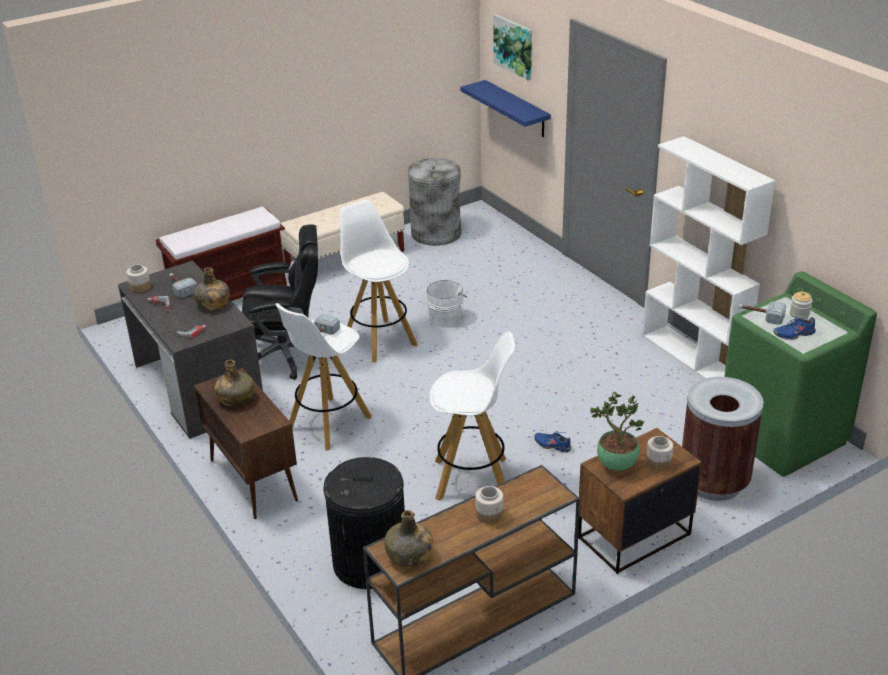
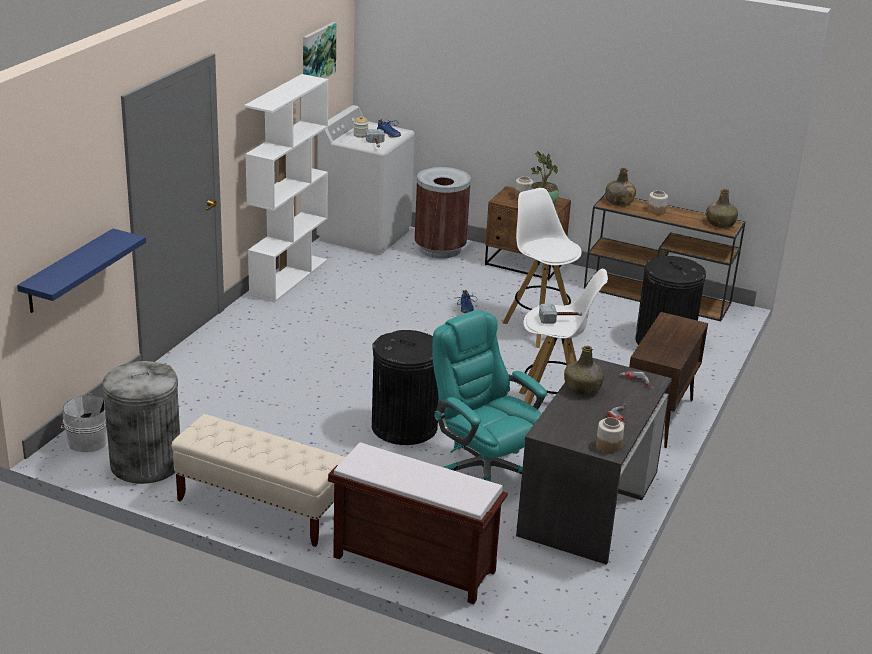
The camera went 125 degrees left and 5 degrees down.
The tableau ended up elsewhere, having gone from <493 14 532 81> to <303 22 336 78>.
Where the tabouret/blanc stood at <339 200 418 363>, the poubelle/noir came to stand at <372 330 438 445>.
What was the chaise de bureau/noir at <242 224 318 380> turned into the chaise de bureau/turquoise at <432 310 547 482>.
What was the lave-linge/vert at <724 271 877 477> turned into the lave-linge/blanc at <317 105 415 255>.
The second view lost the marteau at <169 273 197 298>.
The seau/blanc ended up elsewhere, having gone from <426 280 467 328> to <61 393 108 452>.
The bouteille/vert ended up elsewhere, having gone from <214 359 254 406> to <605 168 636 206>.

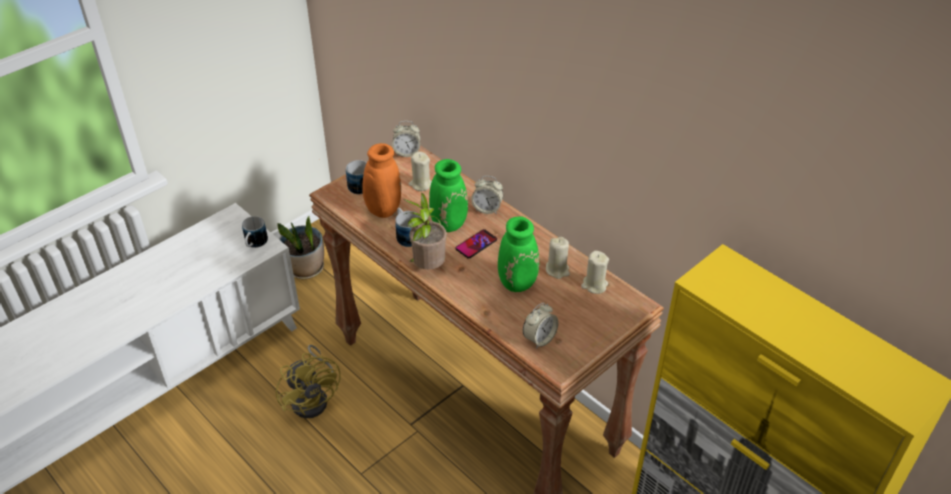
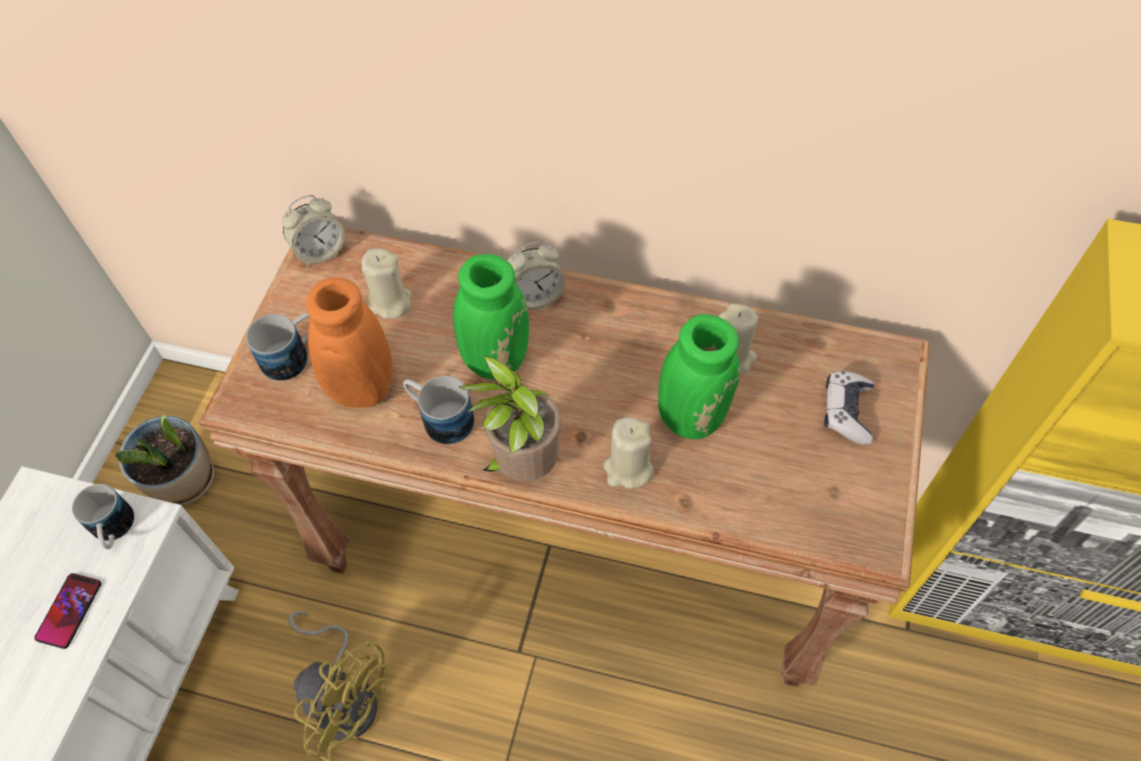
The camera went 30 degrees left and 15 degrees up.
The téléphone ended up elsewhere, having gone from <455 229 497 259> to <34 573 101 649>.
The bougie/beige ended up elsewhere, having gone from <581 251 609 294> to <603 417 654 489>.
The second view lost the réveil at <523 302 558 349>.
The second view gained the manette at <824 371 874 445>.

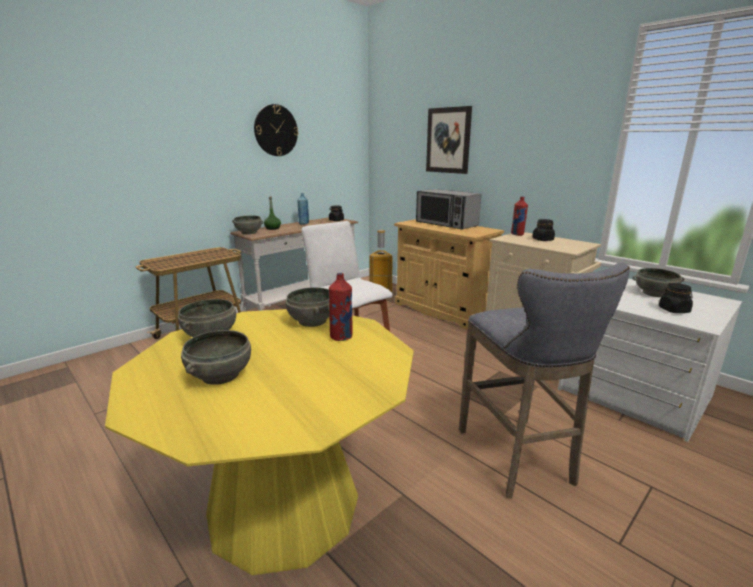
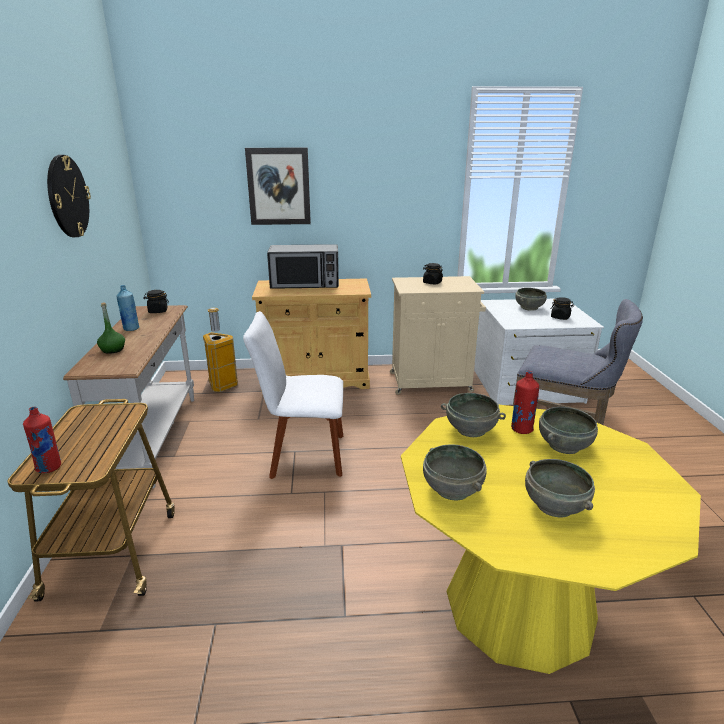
The camera went 50 degrees left and 5 degrees up.
The bouteille/rouge ended up elsewhere, having gone from <511 197 528 236> to <23 407 61 473>.
The bol/gris ended up elsewhere, having gone from <232 216 263 234> to <539 407 598 454>.

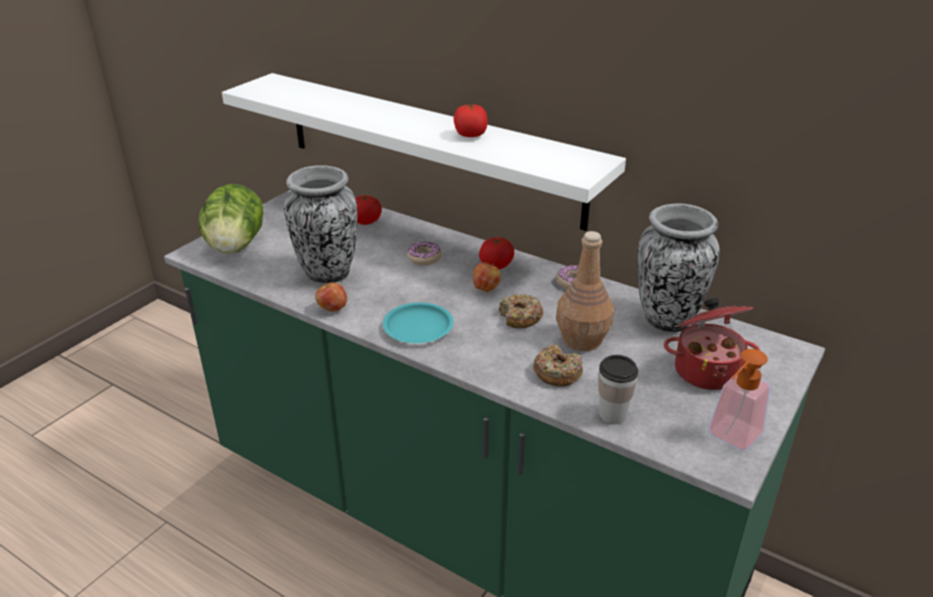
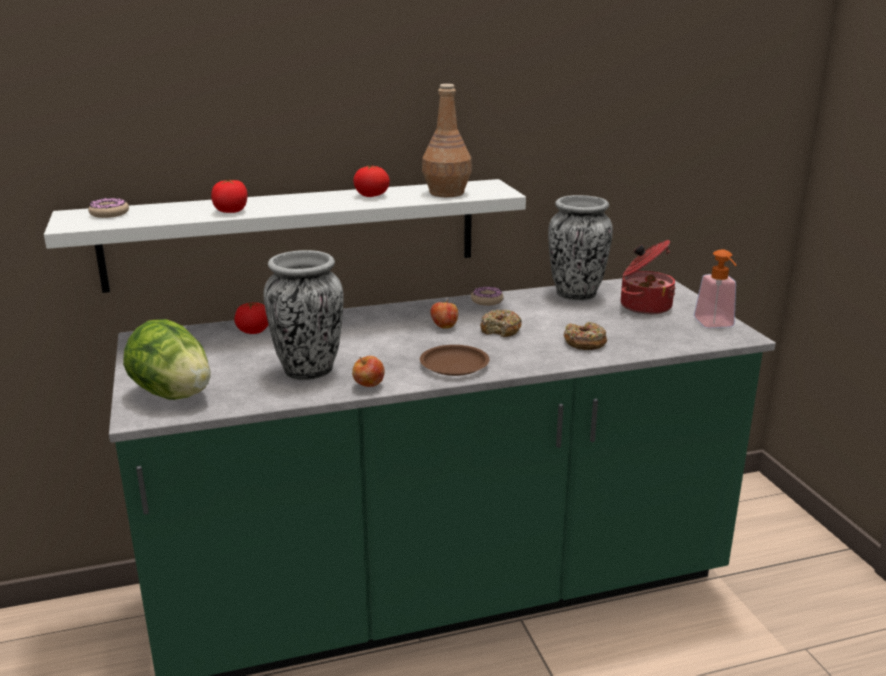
The camera went 50 degrees left and 10 degrees down.
The bouteille/marron ended up elsewhere, having gone from <556 231 614 351> to <422 84 472 197>.
The tomate ended up elsewhere, having gone from <479 237 514 269> to <211 179 248 213>.
The beignet ended up elsewhere, having gone from <407 242 442 265> to <88 198 129 218>.
What was the assiette/turquoise at <383 302 453 343> turned into the assiette/marron at <420 345 490 376>.
The second view lost the tasse at <598 355 638 424>.

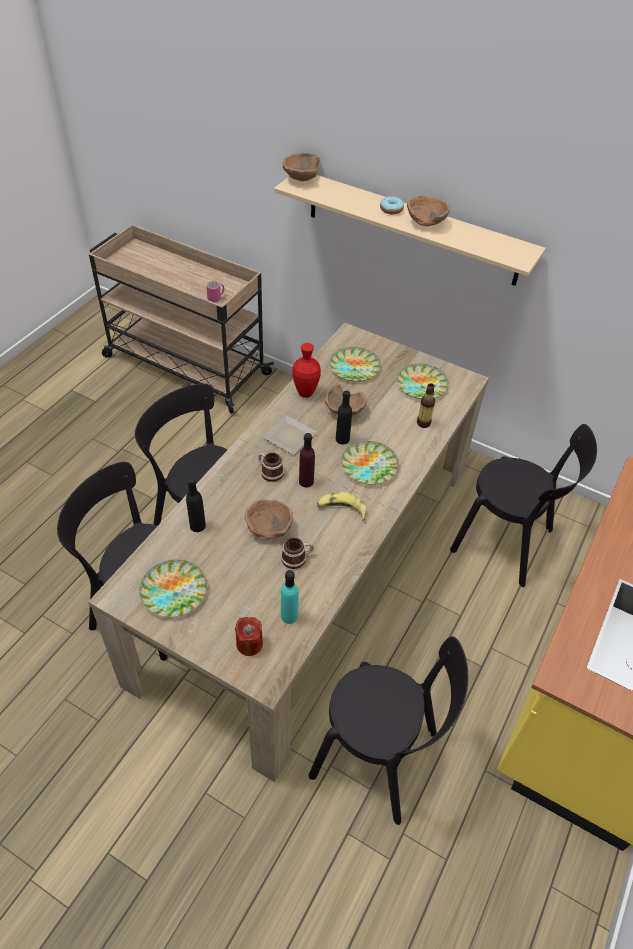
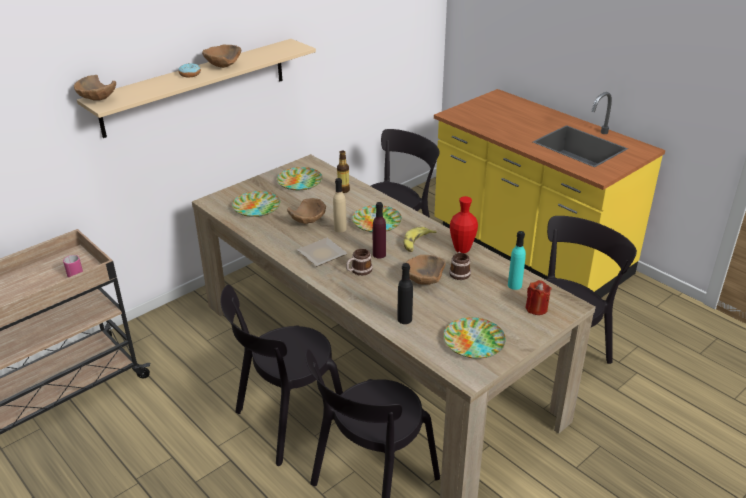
The camera went 70 degrees left and 15 degrees down.
The vase/rouge ended up elsewhere, having gone from <293 343 321 398> to <450 196 478 253>.
What was the bouteille/noir at <336 391 352 445> turned into the bouteille/beige at <333 178 347 232>.

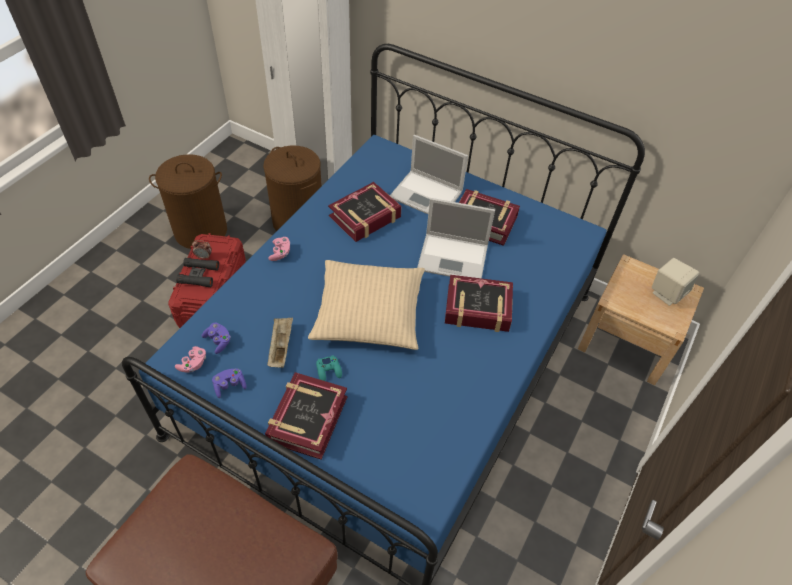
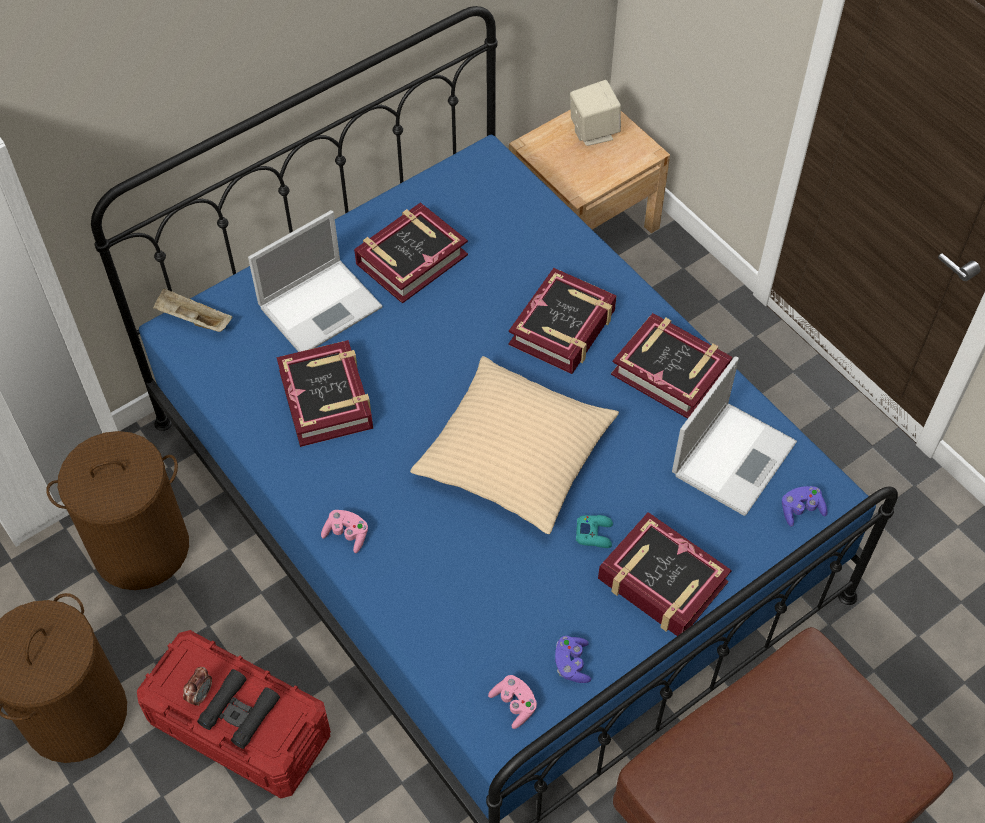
The camera went 65 degrees left and 5 degrees up.
The ordinateur portable ended up elsewhere, having gone from <417 198 495 279> to <672 356 797 516>.
The plateau/beige ended up elsewhere, having gone from <267 317 293 368> to <153 288 233 332>.
The manette/violet ended up elsewhere, having gone from <202 322 231 354> to <782 486 828 527>.
The second view gained the livre at <611 313 732 419>.

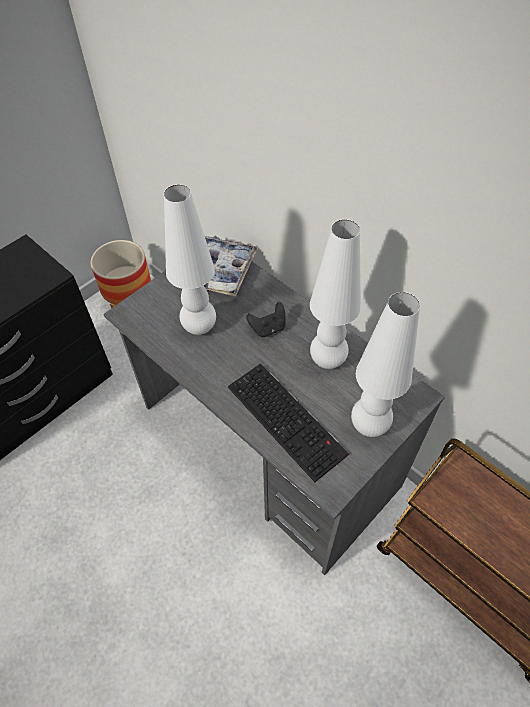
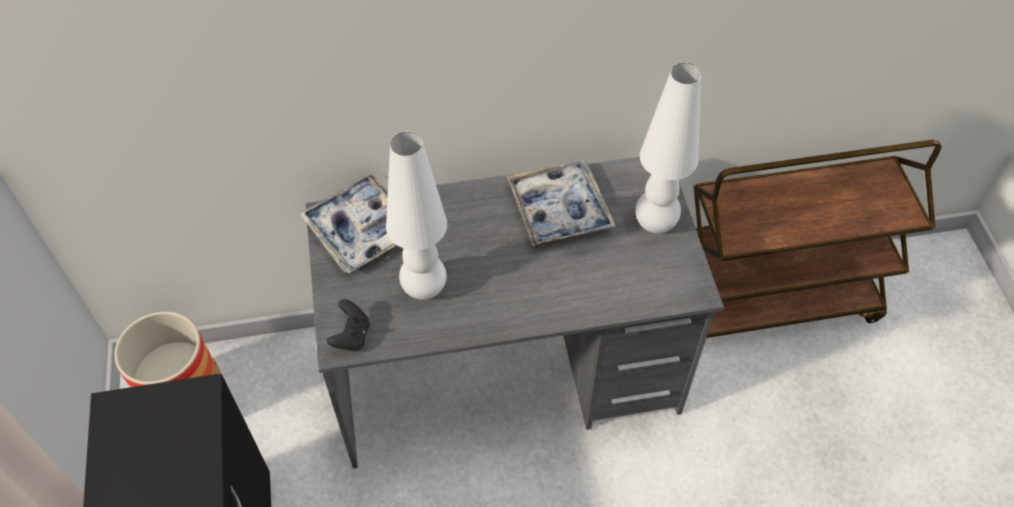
The camera went 55 degrees left and 0 degrees up.
Where the lampe de table/blanc stood at <310 219 361 369>, the plateau came to stand at <507 160 616 246>.
The manette/noir ended up elsewhere, having gone from <246 302 286 337> to <327 299 370 351>.
The second view lost the clavier at <228 364 349 482>.

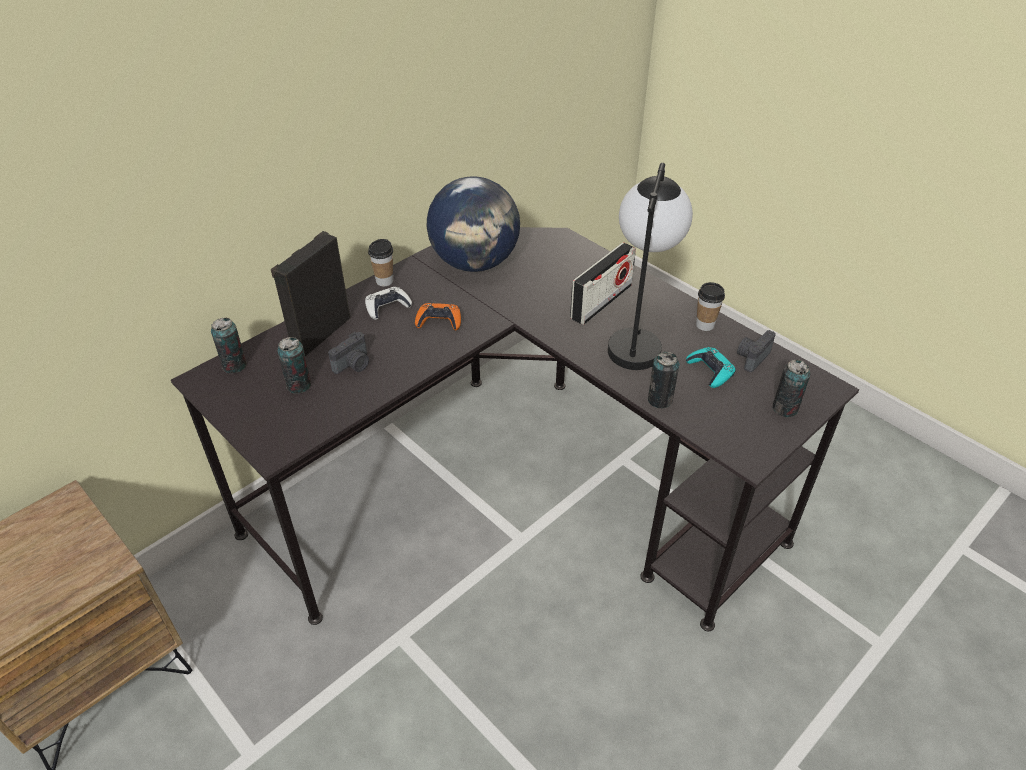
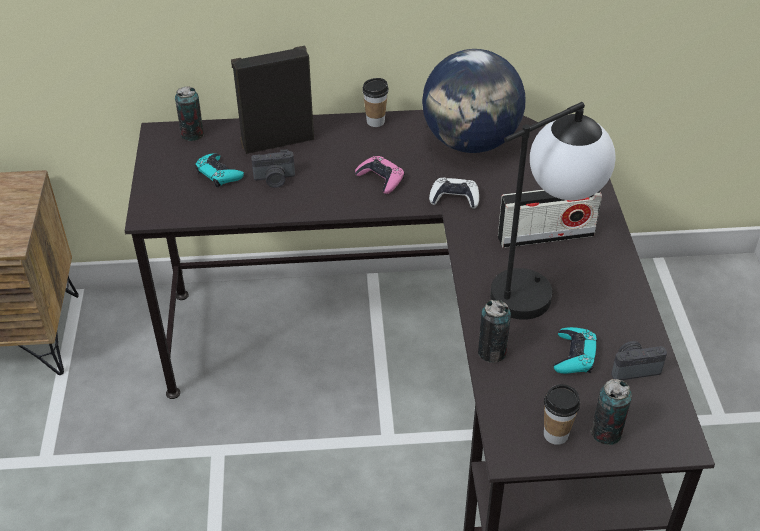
The camera went 40 degrees right and 0 degrees up.
The tasse ended up elsewhere, having gone from <696 282 725 331> to <544 384 580 445>.
The manette/blanc ended up elsewhere, having gone from <365 287 412 320> to <429 178 479 209>.
What was the manette/orange at <415 303 461 330> turned into the manette/rose at <355 156 404 194>.
Where the boîte métallique stood at <277 337 311 393>, the manette/turquoise came to stand at <195 153 244 188>.

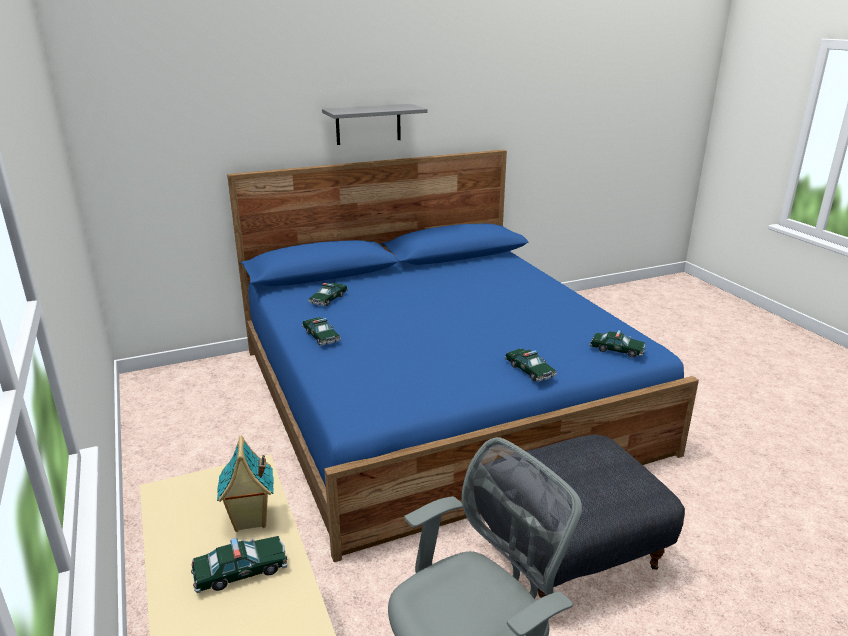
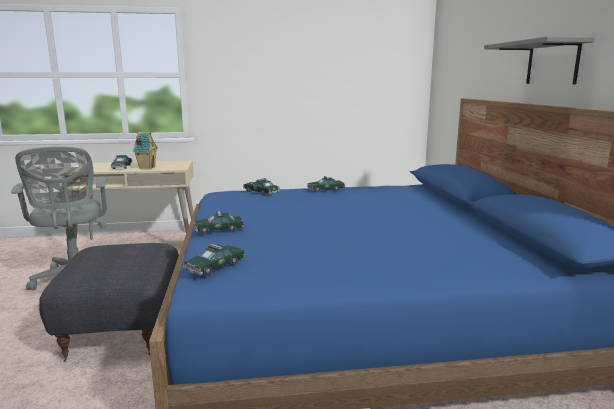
The camera went 105 degrees right and 10 degrees down.
The petite voiture ended up elsewhere, having gone from <309 283 348 306> to <243 178 280 195>.

